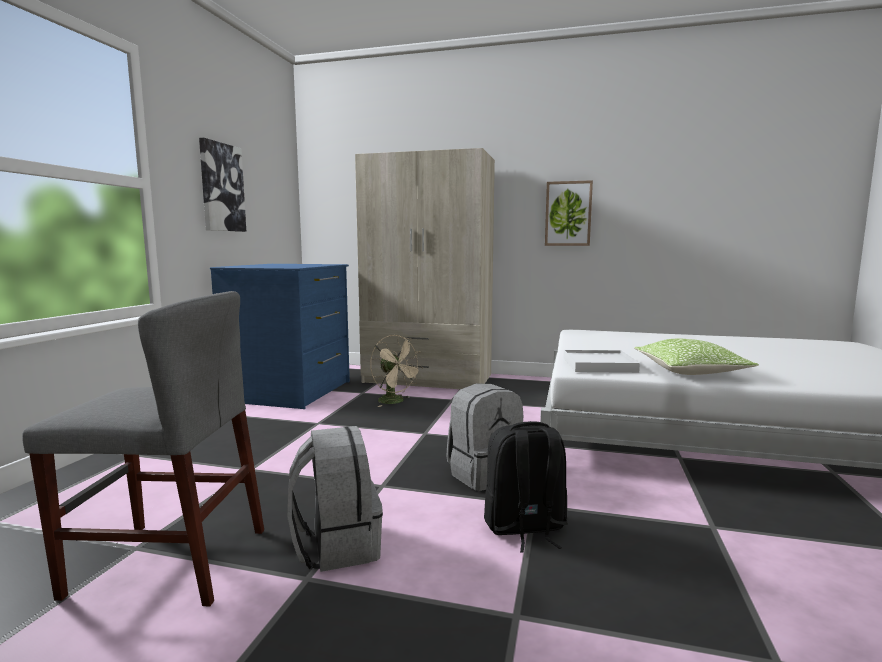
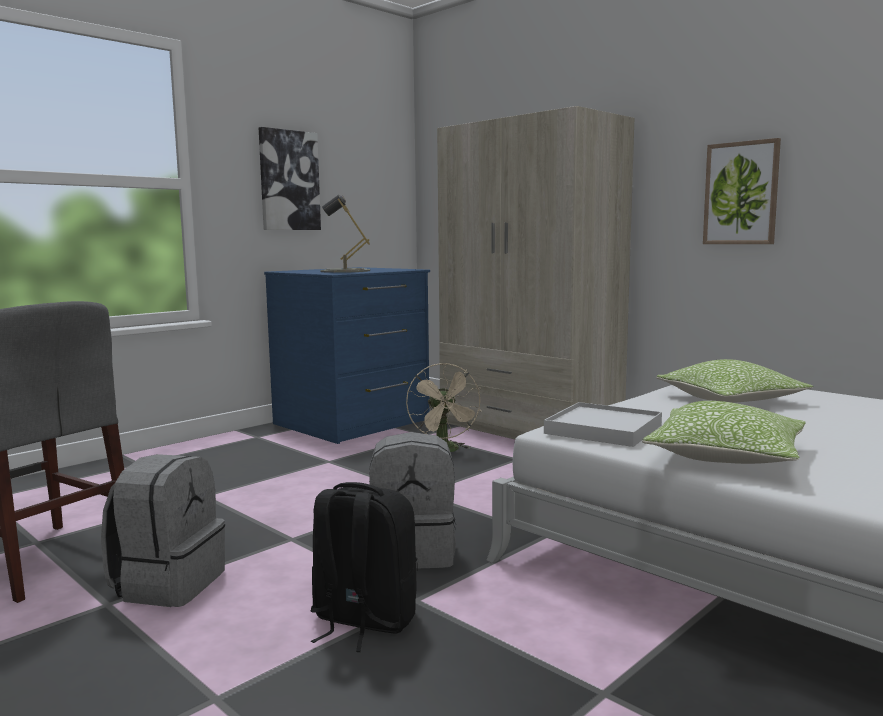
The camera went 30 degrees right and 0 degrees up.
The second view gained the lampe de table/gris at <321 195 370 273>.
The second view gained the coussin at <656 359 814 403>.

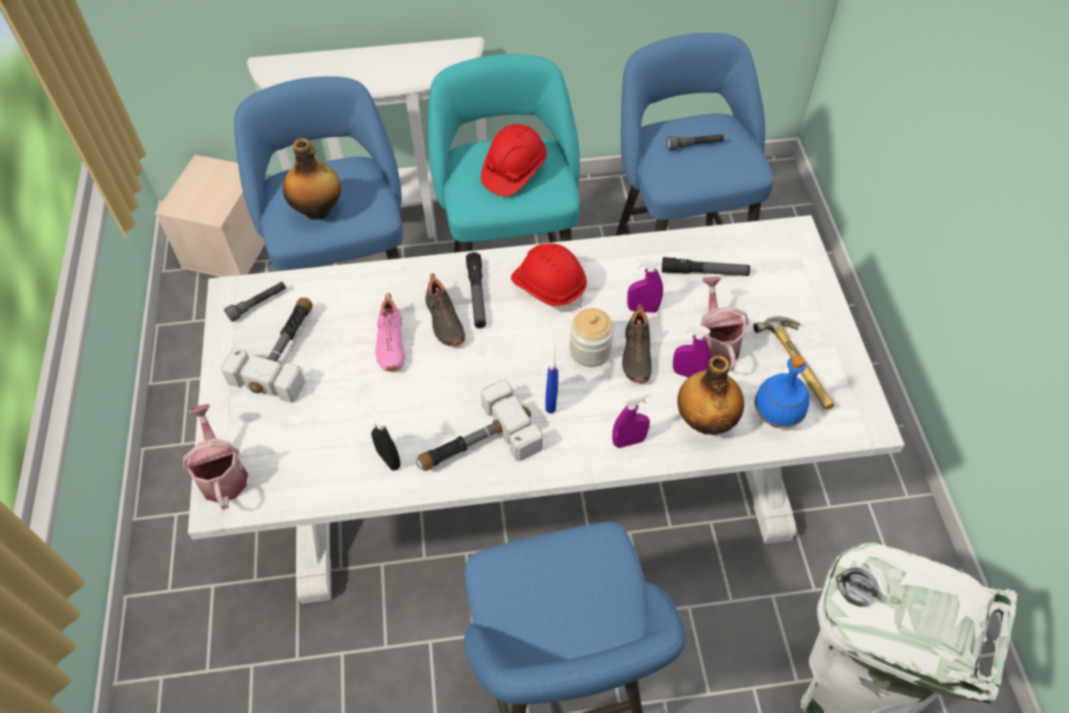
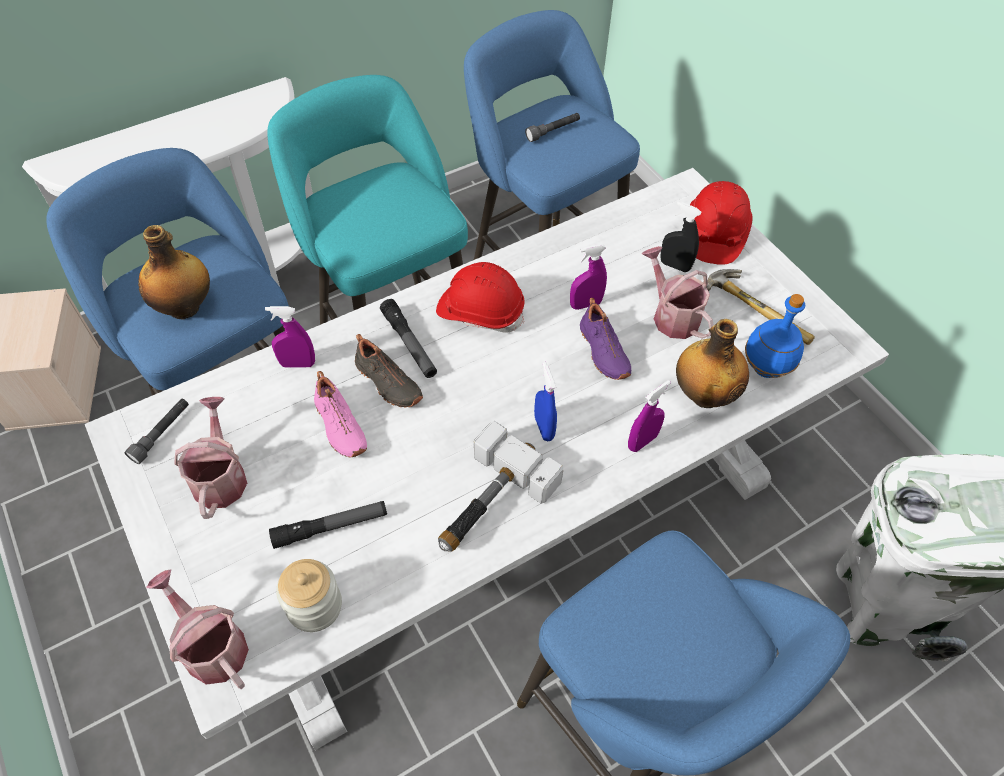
The camera went 25 degrees left and 0 degrees up.
The casque de chantier/rouge ended up elsewhere, having gone from <481 124 547 197> to <690 181 753 265>.
The lampe de poche ended up elsewhere, having gone from <662 257 750 276> to <269 501 387 549>.
Where the marteau stood at <221 298 313 403>, the arrosoir came to stand at <174 397 247 519>.
What was the chaussure/noir at <622 304 652 383> turned into the chaussure/violet at <580 298 631 380>.
The bocal ended up elsewhere, having gone from <569 308 614 367> to <276 559 342 632>.
The vaporisateur/violet ended up elsewhere, having gone from <673 322 711 378> to <265 306 315 368>.
The vaporisateur/noir ended up elsewhere, having gone from <367 405 401 470> to <660 202 702 272>.

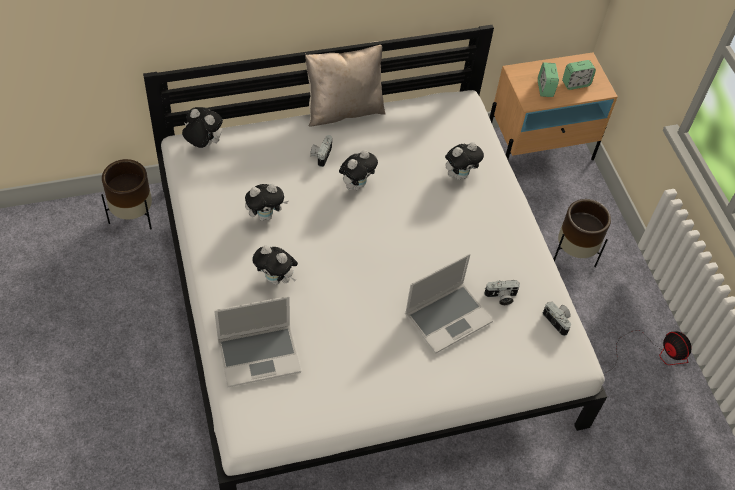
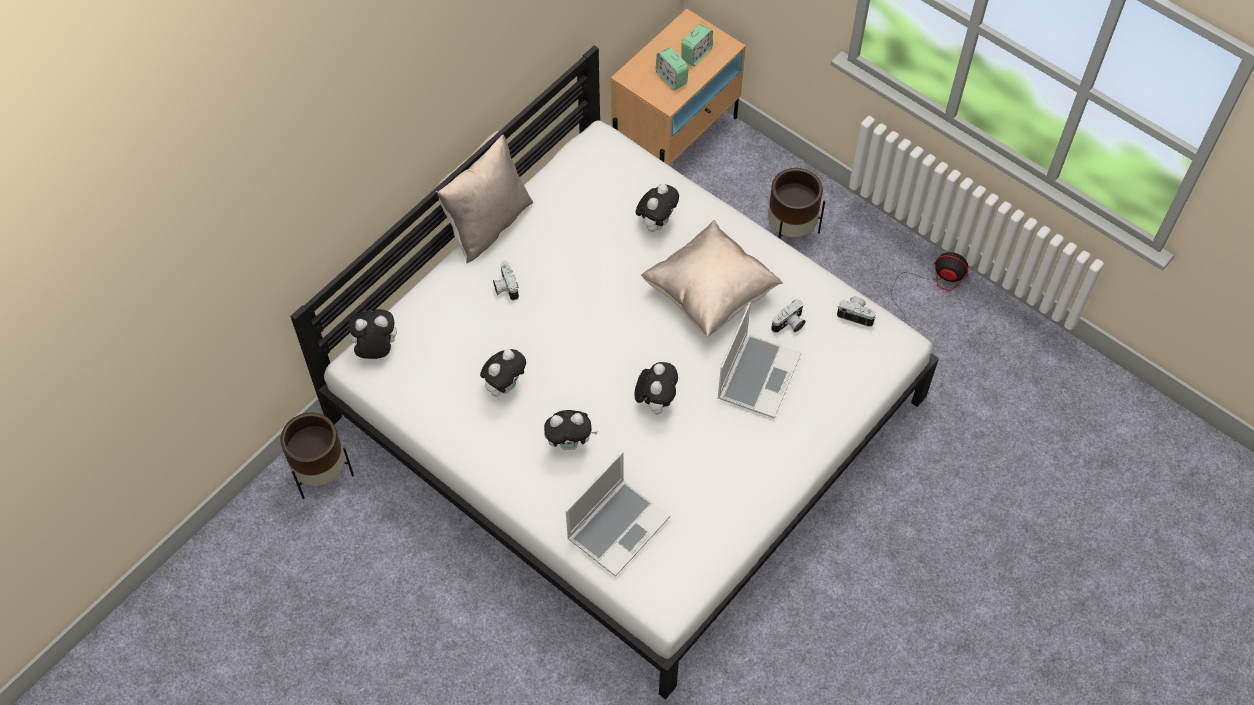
The camera went 30 degrees left and 5 degrees up.
The peluche ended up elsewhere, having gone from <339 150 378 190> to <635 362 678 414>.
The second view gained the coussin/beige at <641 220 783 337>.

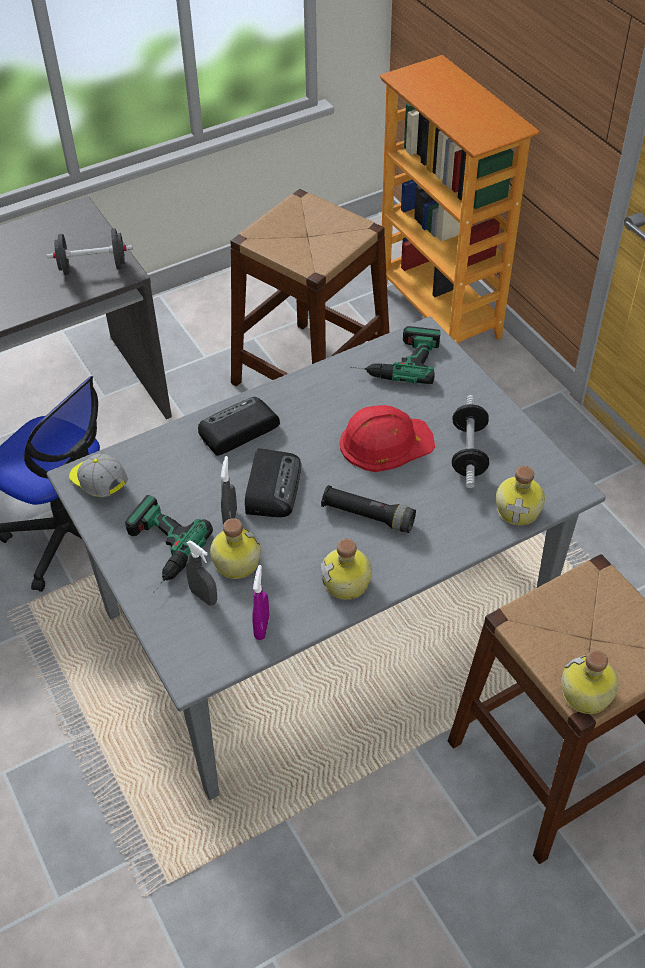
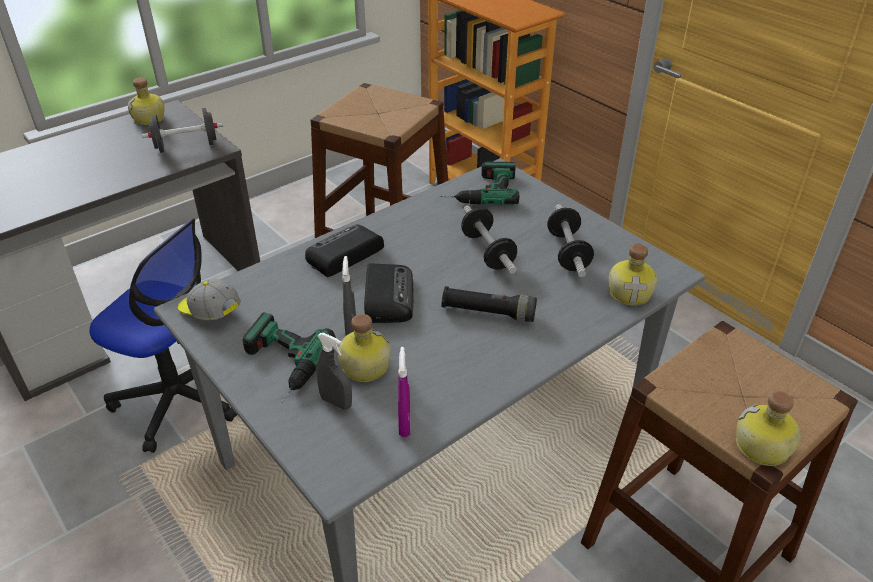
The camera went 10 degrees left and 10 degrees down.
Where the casque de chantier/rouge stood at <340 405 435 472>, the haltère came to stand at <461 206 517 274>.
The bouteille ended up elsewhere, having gone from <321 539 372 600> to <128 78 165 125>.

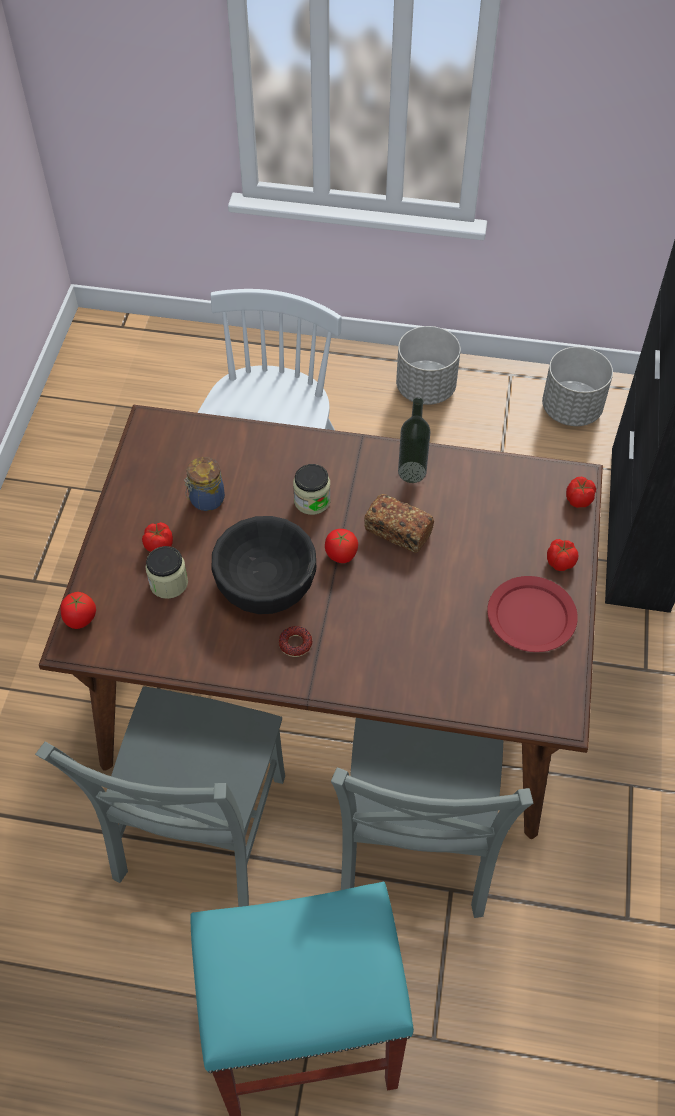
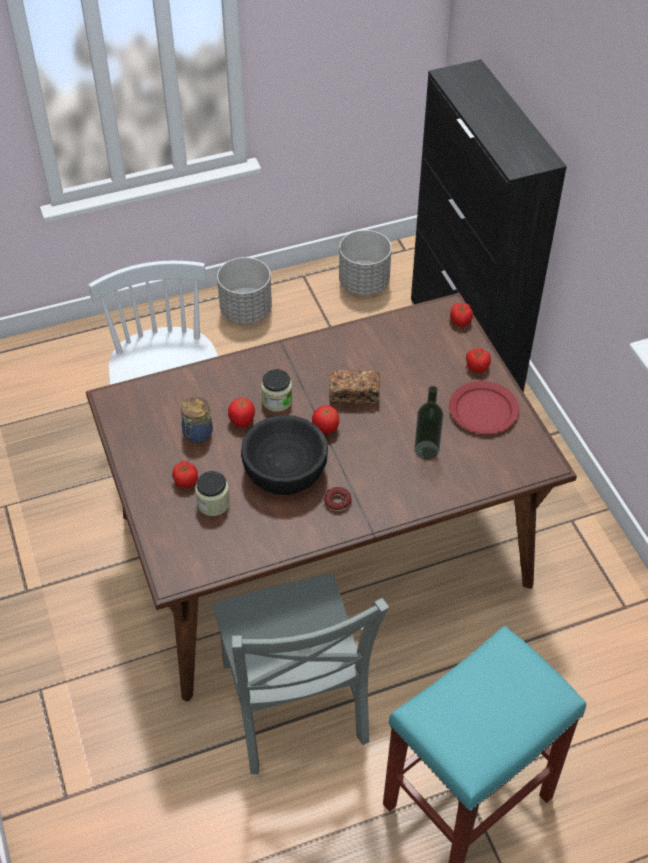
The camera went 30 degrees left and 5 degrees down.
The bouteille ended up elsewhere, having gone from <398 398 431 483> to <414 386 443 459>.
The tomate ended up elsewhere, having gone from <60 592 96 629> to <228 398 255 428>.
The second view lost the chaise/gris at <331 718 533 918>.

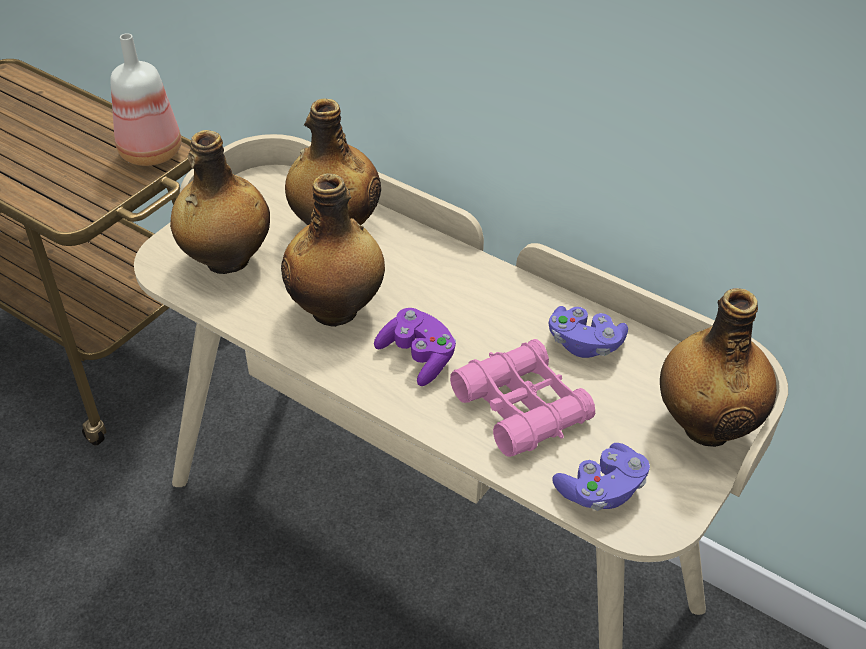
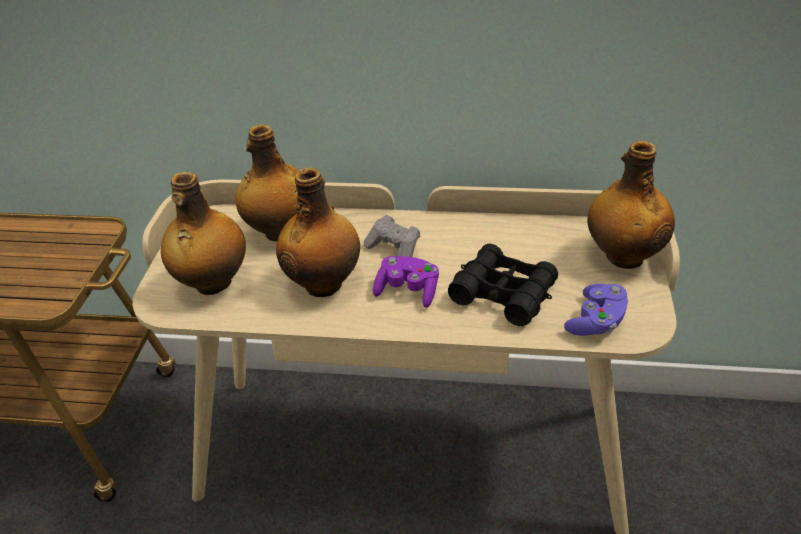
The camera went 25 degrees left and 5 degrees down.
The second view lost the bouteille at <110 33 181 166>.
The second view lost the manette/violet at <549 306 628 358>.
What was the jumelles/rose at <450 339 595 457> turned into the jumelles/noir at <448 244 558 326>.
The second view gained the manette/gris at <364 215 420 257>.

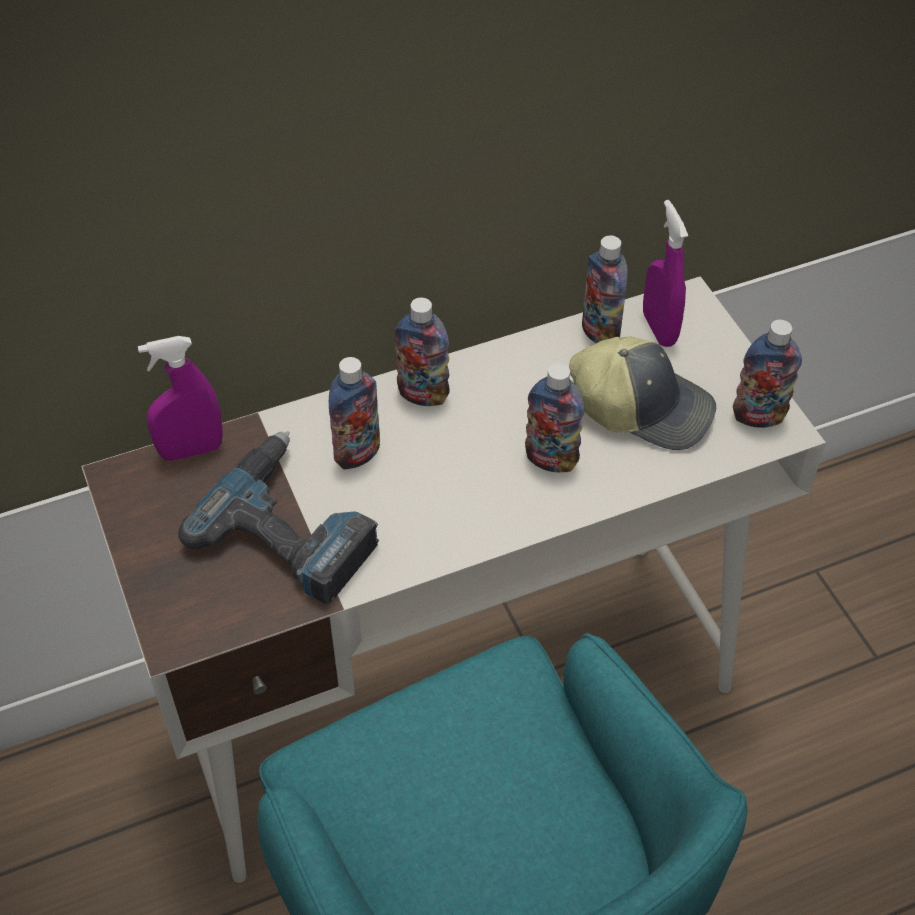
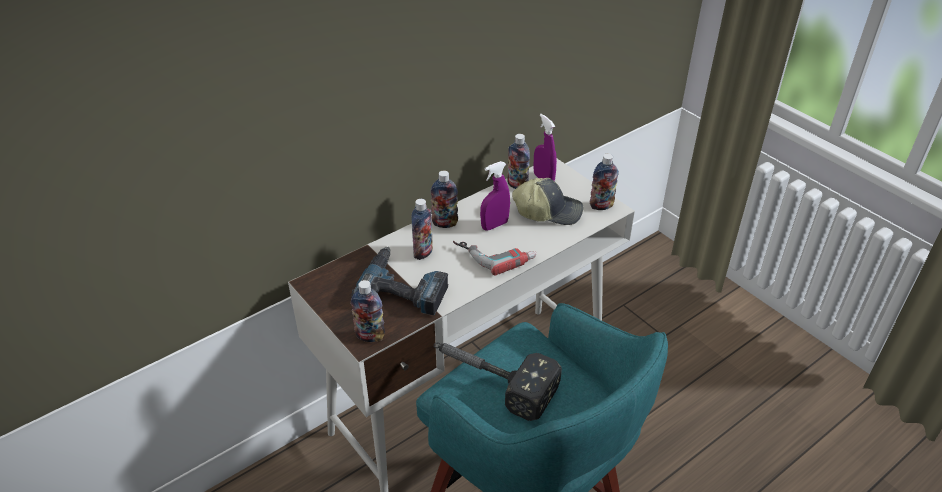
The camera went 15 degrees left and 10 degrees down.
The vaporisateur/violet ended up elsewhere, having gone from <138 336 223 461> to <480 161 510 230>.
The bouteille ended up elsewhere, having gone from <525 363 584 472> to <351 280 385 342>.
The second view gained the perceuse at <453 241 537 276>.
The second view gained the marteau at <434 342 562 421>.

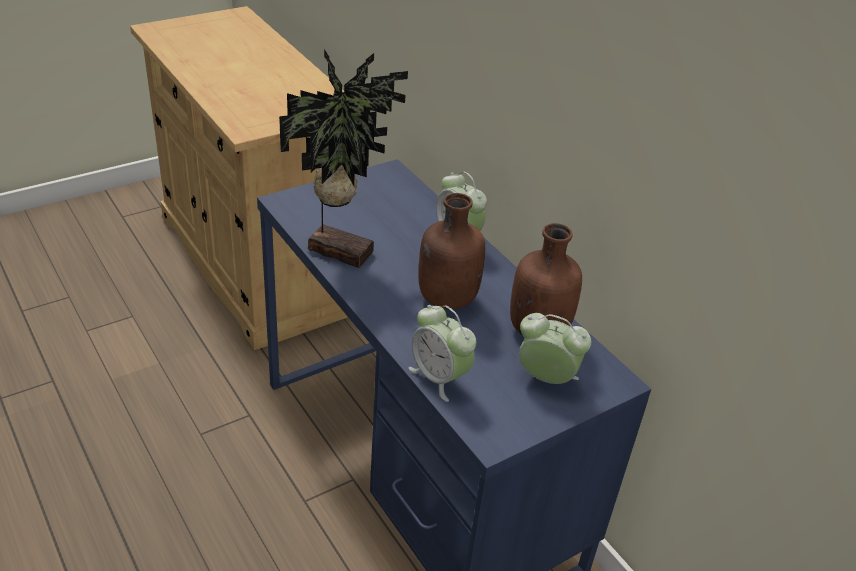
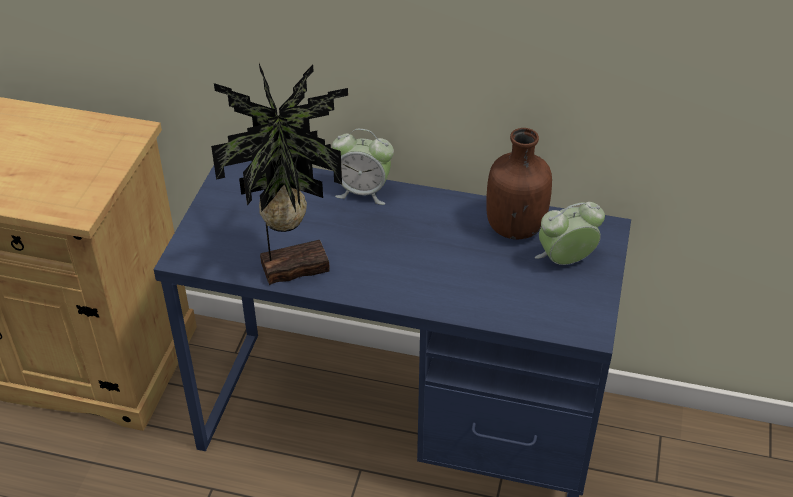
The camera went 40 degrees left and 5 degrees up.
The second view lost the bouteille/marron at <419 193 485 309>.
The second view lost the réveil at <409 305 476 402>.

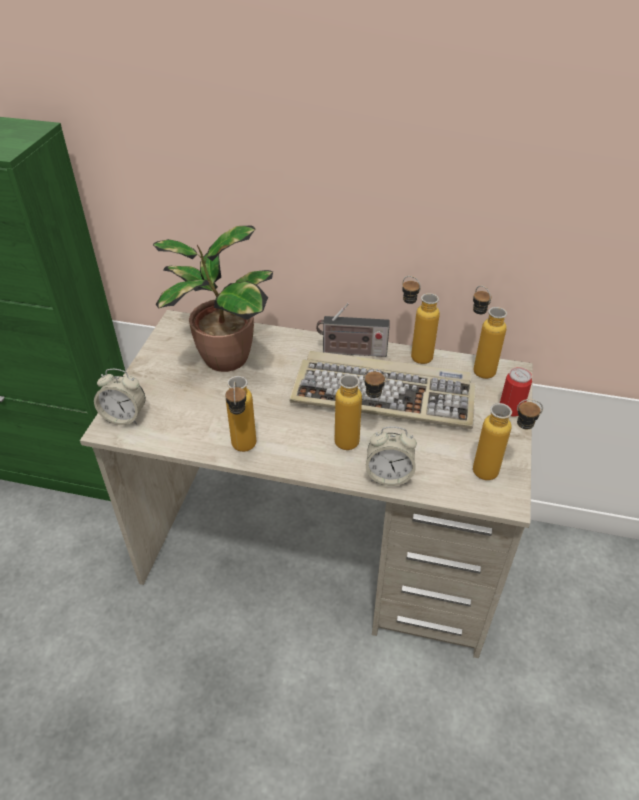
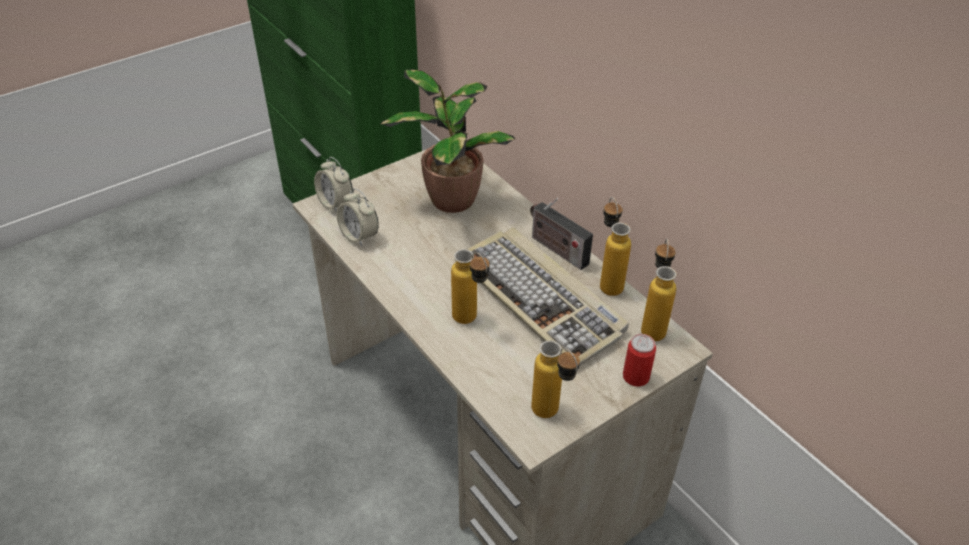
The camera went 40 degrees right and 0 degrees up.
The second view lost the bouteille at <225 376 256 452>.
The réveil ended up elsewhere, having gone from <366 426 417 486> to <337 188 379 246>.

